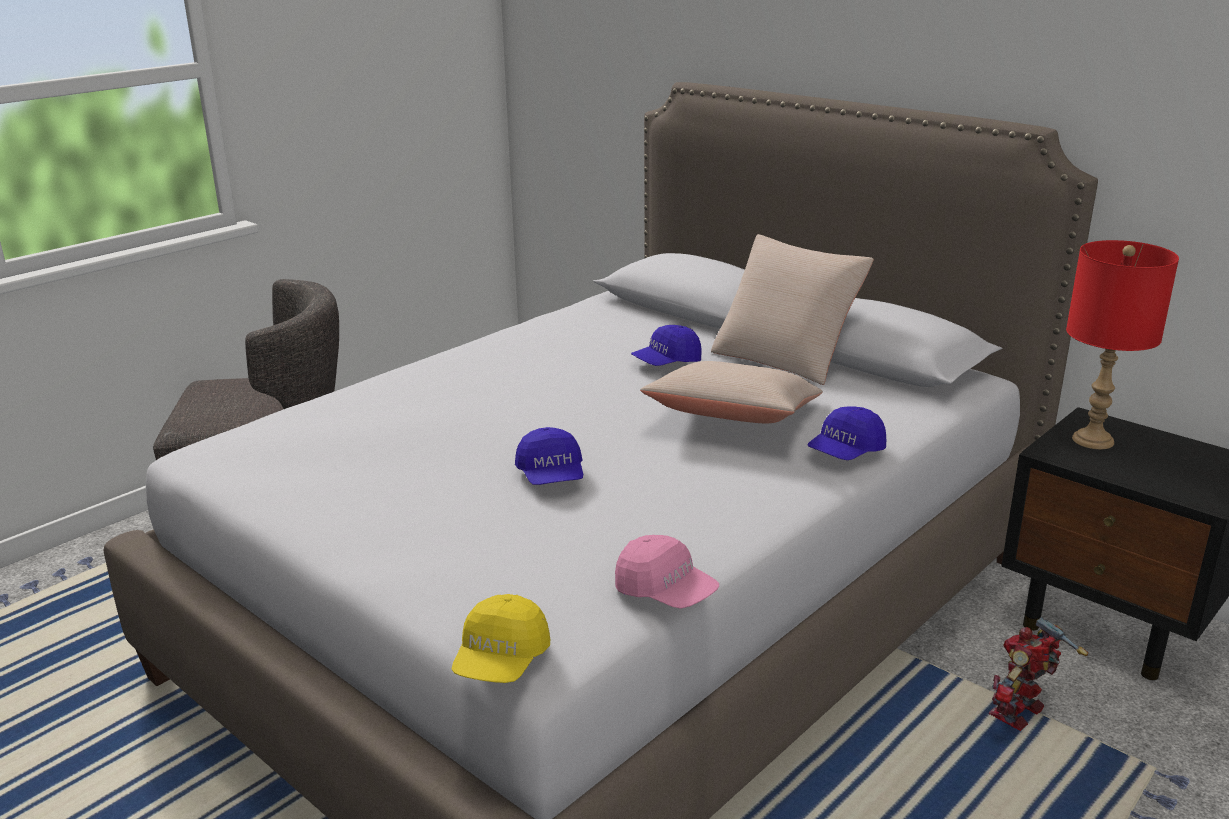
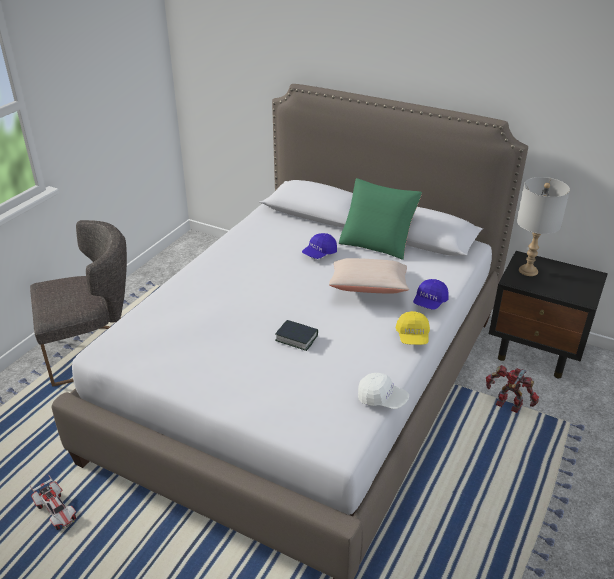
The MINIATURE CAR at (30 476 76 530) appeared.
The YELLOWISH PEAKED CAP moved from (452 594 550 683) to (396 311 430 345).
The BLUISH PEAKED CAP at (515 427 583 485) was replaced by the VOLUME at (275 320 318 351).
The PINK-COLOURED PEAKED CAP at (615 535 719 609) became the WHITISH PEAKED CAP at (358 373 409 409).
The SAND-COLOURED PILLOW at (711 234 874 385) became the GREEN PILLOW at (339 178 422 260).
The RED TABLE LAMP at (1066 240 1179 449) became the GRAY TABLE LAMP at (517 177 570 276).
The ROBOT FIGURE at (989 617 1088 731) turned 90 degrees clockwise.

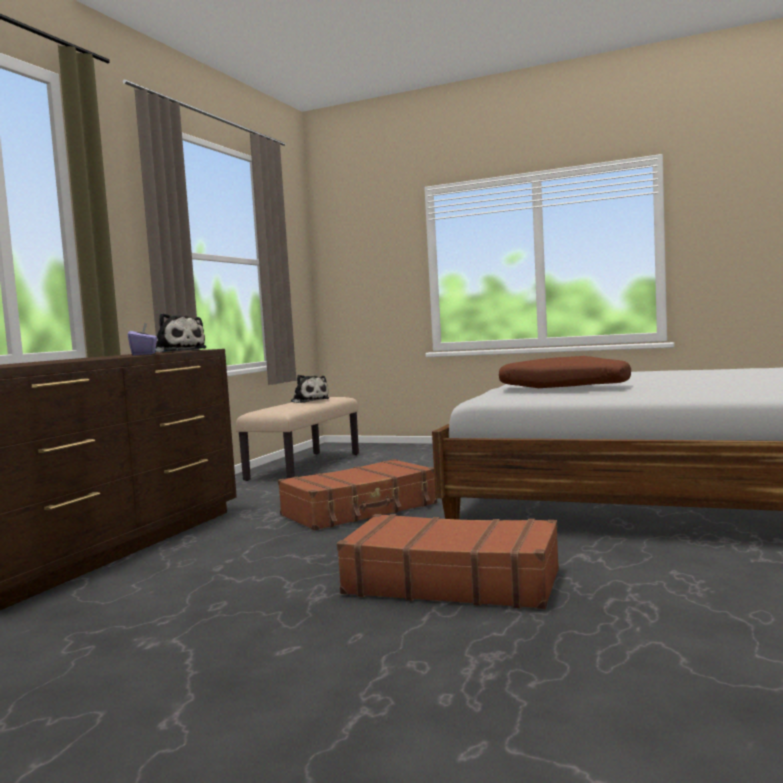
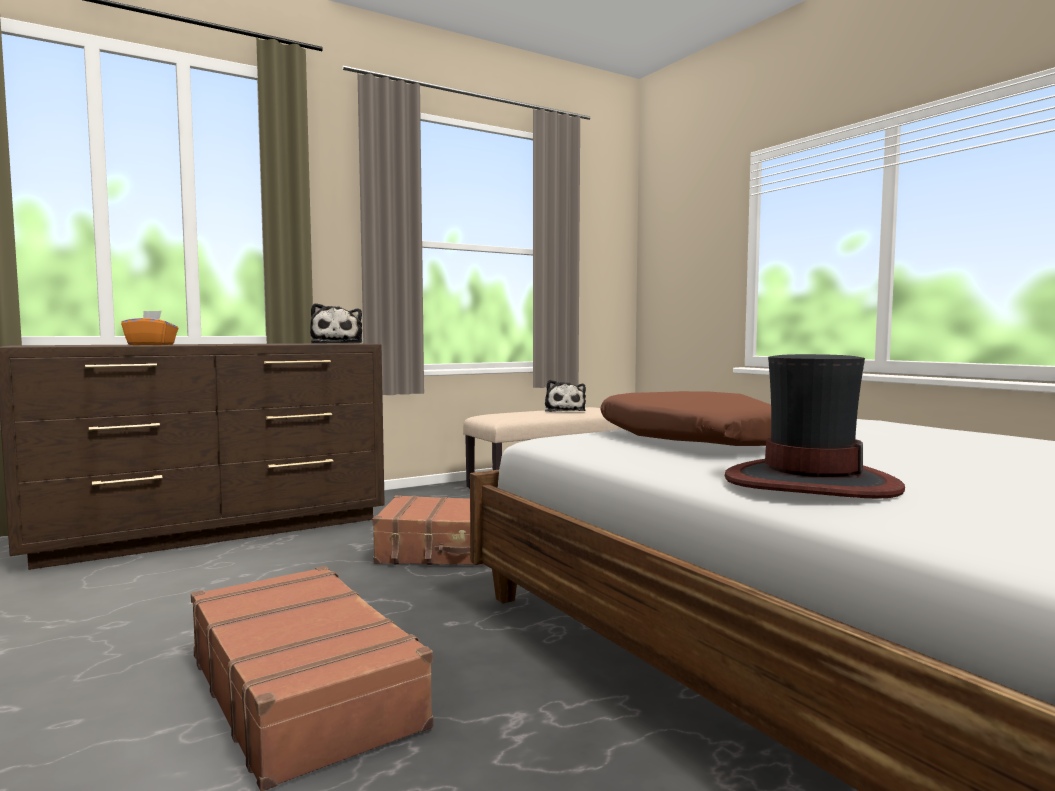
The PURPLISH TISSUE HOLDER at (128 323 157 355) disappeared.
The ORANGEY TISSUE HOLDER at (121 310 179 345) appeared.
The WEARABLE HAT at (725 354 905 499) appeared.

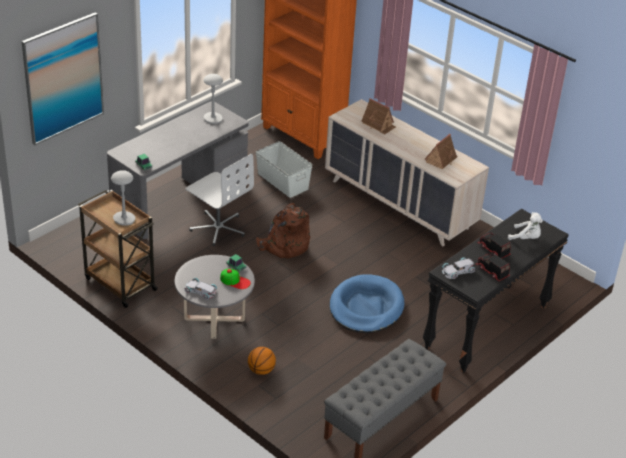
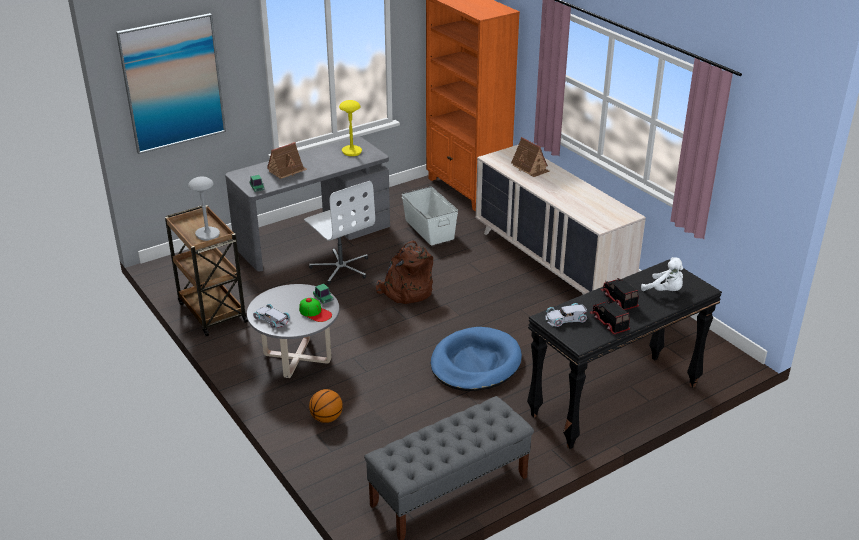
The MINIATURE HOUSE moved from (424 134 458 170) to (267 142 307 179).
The GRAY TABLE LAMP at (203 74 223 124) became the YELLOWISH TABLE LAMP at (339 100 362 156).

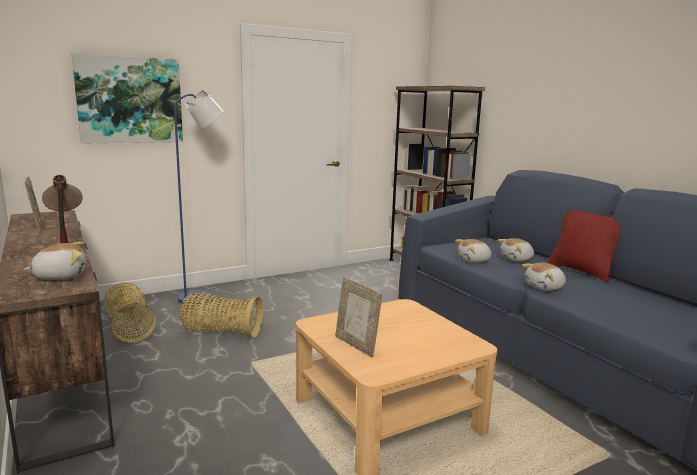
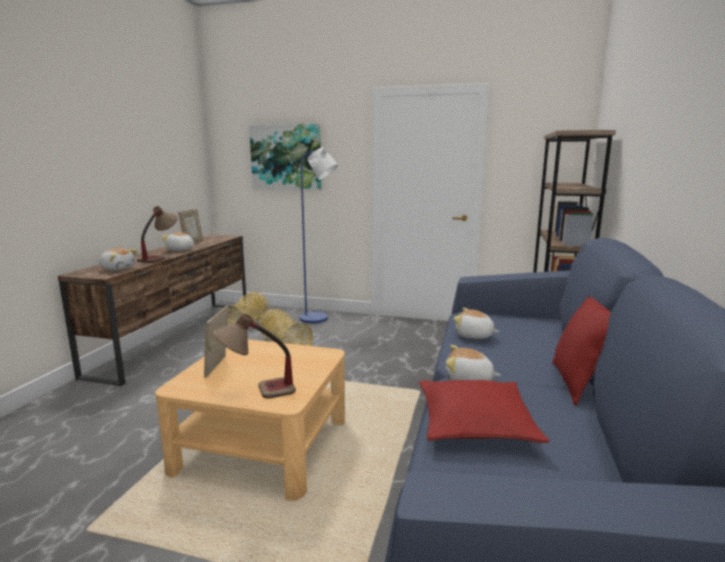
The TABLE LAMP at (212 313 296 399) appeared.
The RED PILLOW at (419 380 549 443) appeared.
The PLUSH TOY moved from (497 238 534 262) to (161 232 194 251).

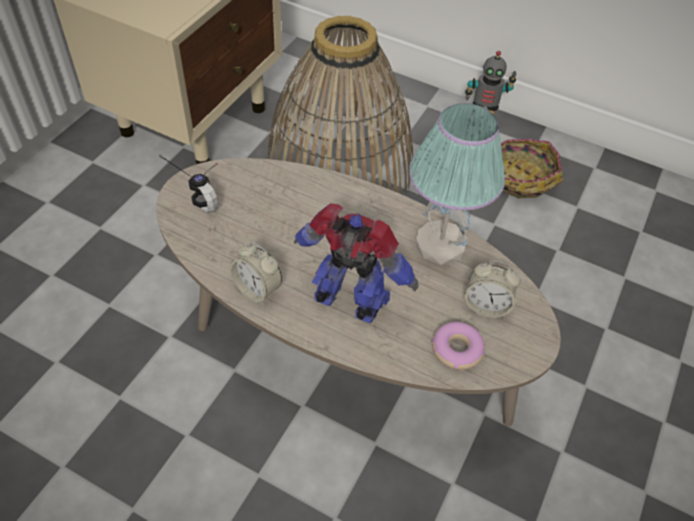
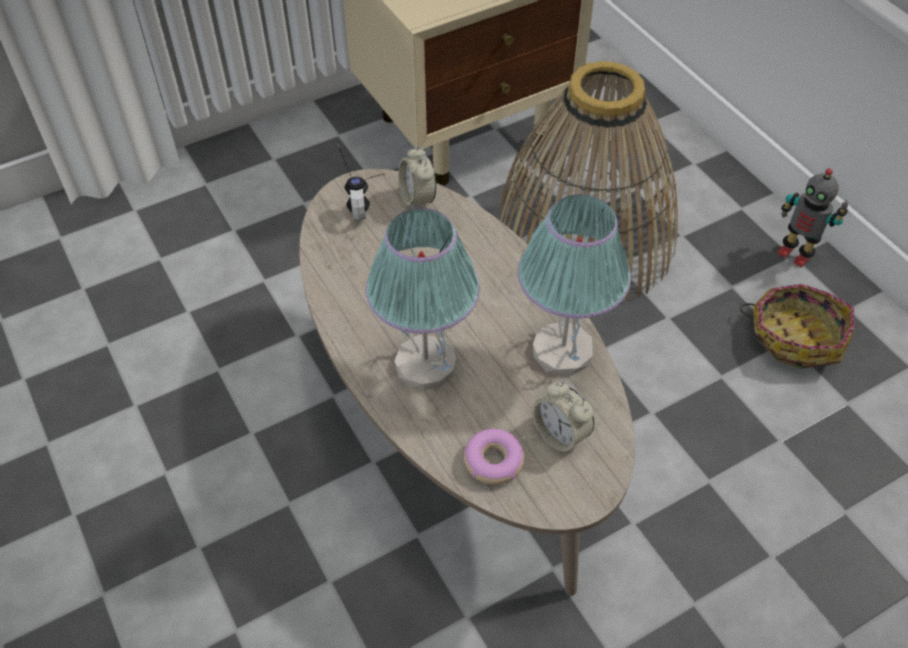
The BEDSIDE CLOCK moved from (230 242 282 304) to (398 145 436 209).
The ROBOT FIGURE at (294 203 418 323) was replaced by the TABLE LAMP at (366 208 480 390).

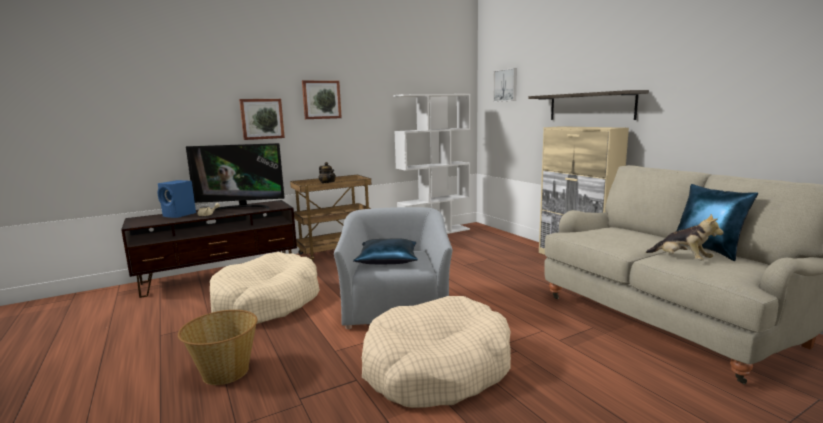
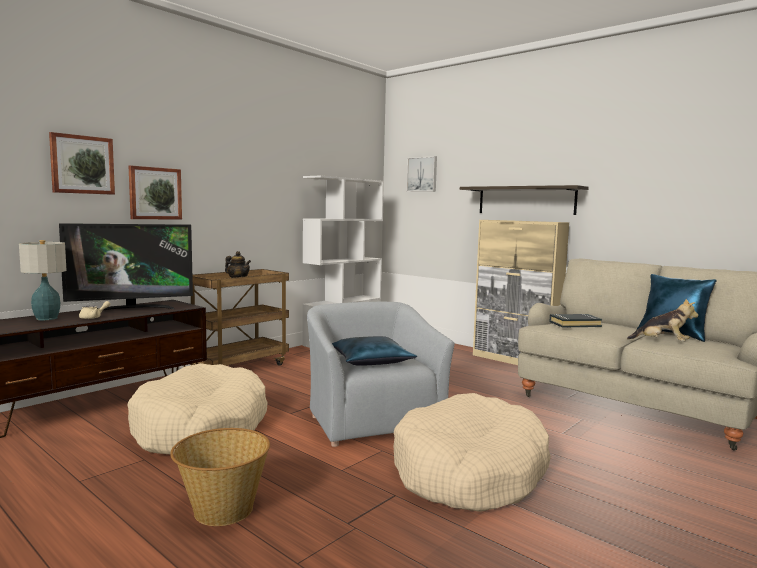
The BLACK VOLUME at (549 314 602 328) appeared.
The WALL ART moved from (302 80 342 119) to (49 132 115 195).
The BLUISH SPEAKER at (157 180 196 218) was replaced by the TABLE LAMP at (19 240 66 320).

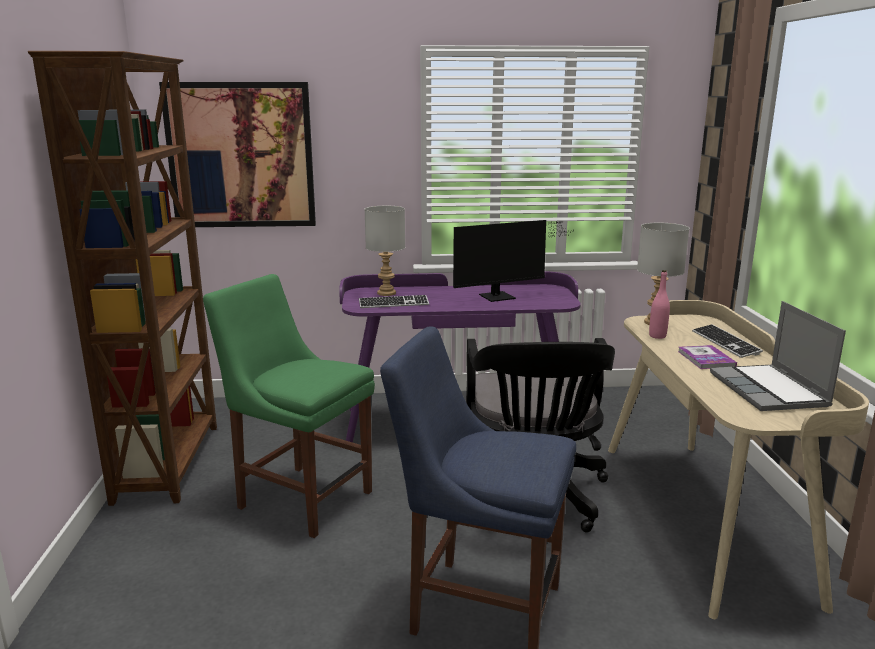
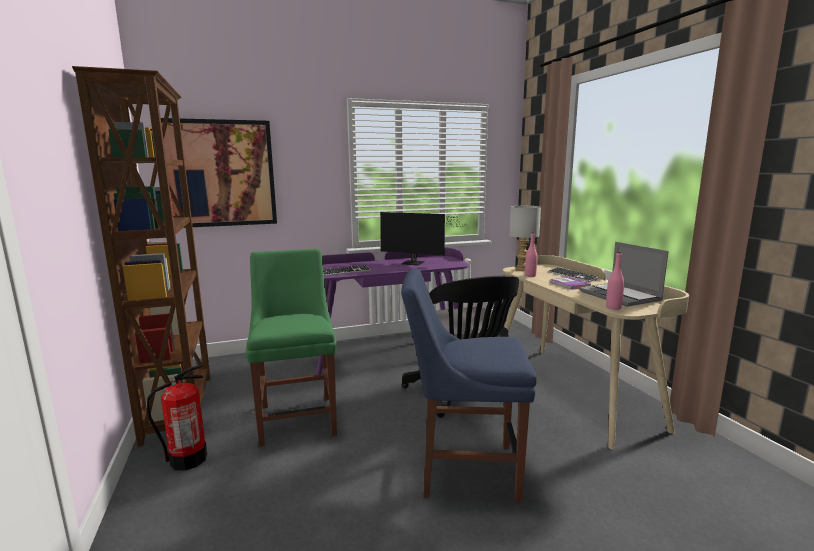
The GRAY TABLE LAMP at (365 206 405 296) disappeared.
The FIRE EXTINGUISHER at (147 365 207 470) appeared.
The PINK-COLOURED DRINK BOTTLE at (606 252 624 310) appeared.
The GREEN UPRIGHT CHAIR at (203 274 375 538) turned 60 degrees clockwise.
The MONITOR at (453 220 571 302) turned 60 degrees clockwise.

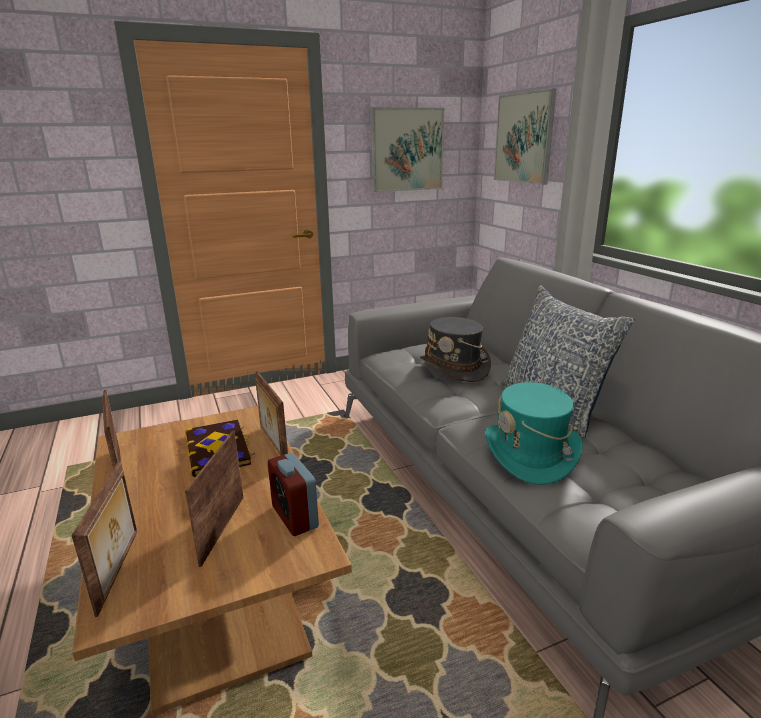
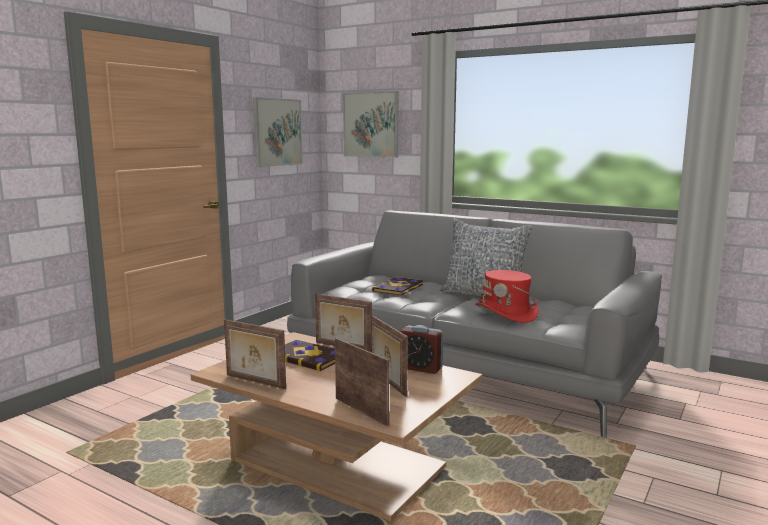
The GRAY WEARABLE HAT at (420 317 491 382) was replaced by the VOLUME at (372 277 423 296).
The BLUE-GREEN WEARABLE HAT at (485 382 583 485) became the RED WEARABLE HAT at (475 270 539 323).

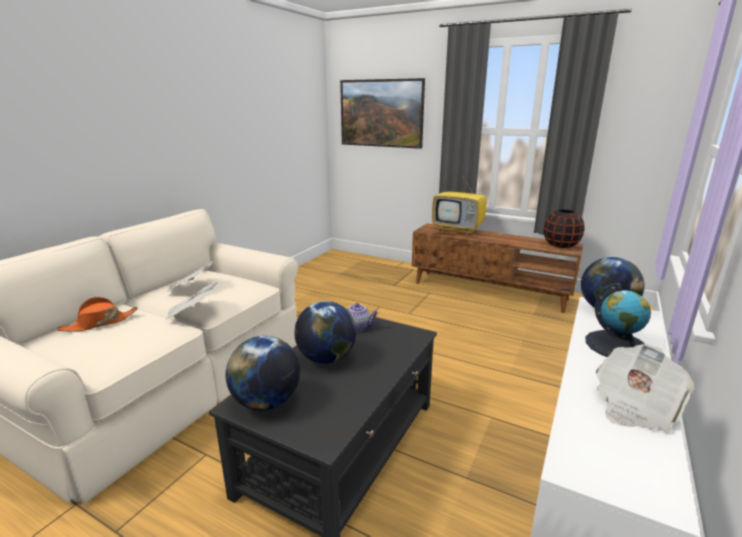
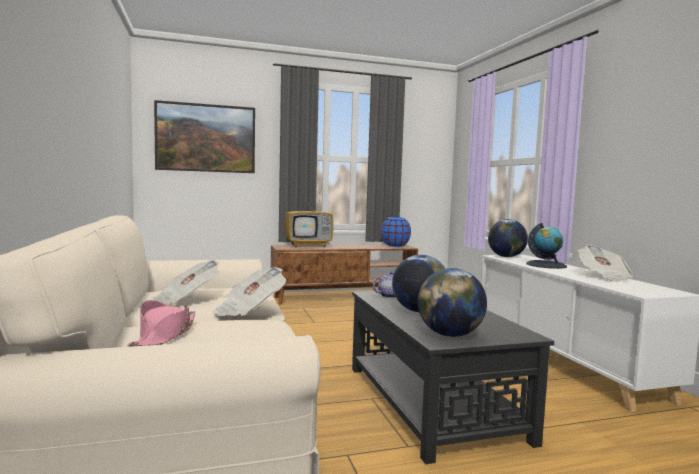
The ORANGEY WEARABLE HAT at (57 297 138 332) became the PINK-COLOURED WEARABLE HAT at (127 300 196 347).
The BLACK FLOWER VASE at (543 209 585 248) became the BLUISH FLOWER VASE at (381 217 411 247).

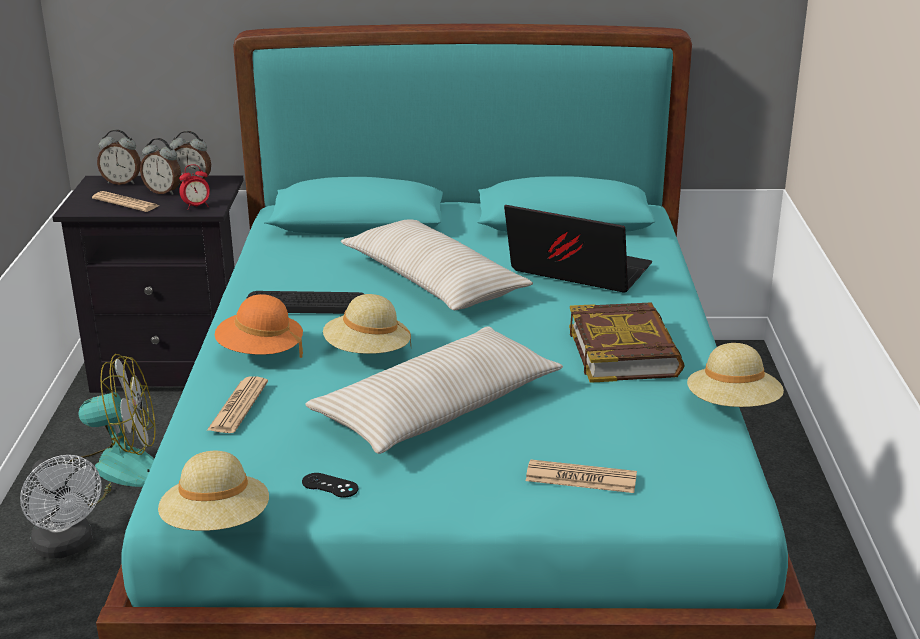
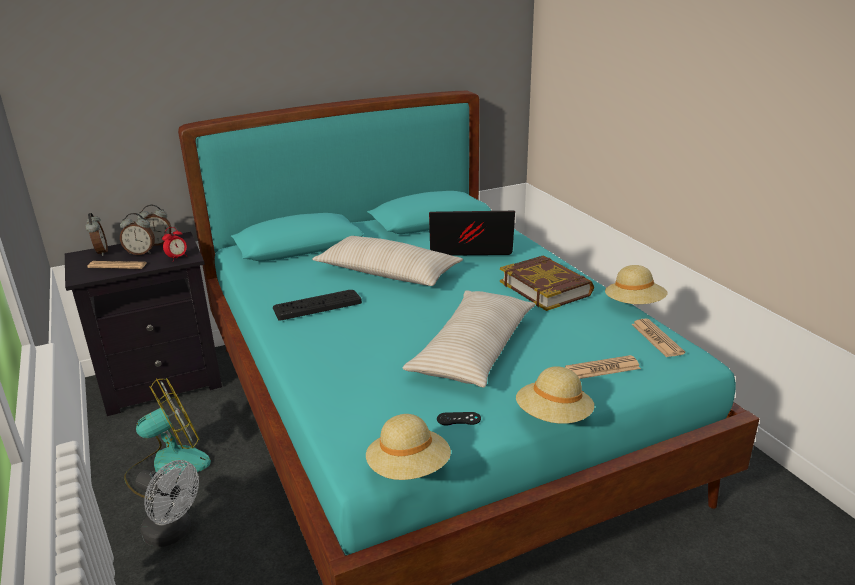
The ORANGEY WEARABLE HAT at (215 294 303 358) disappeared.
The PRINTED PAPER moved from (207 376 268 433) to (631 319 685 357).
The SAND-COLOURED WEARABLE HAT moved from (323 294 411 354) to (516 366 594 424).
The BEDSIDE CLOCK at (97 129 141 185) turned 90 degrees counterclockwise.

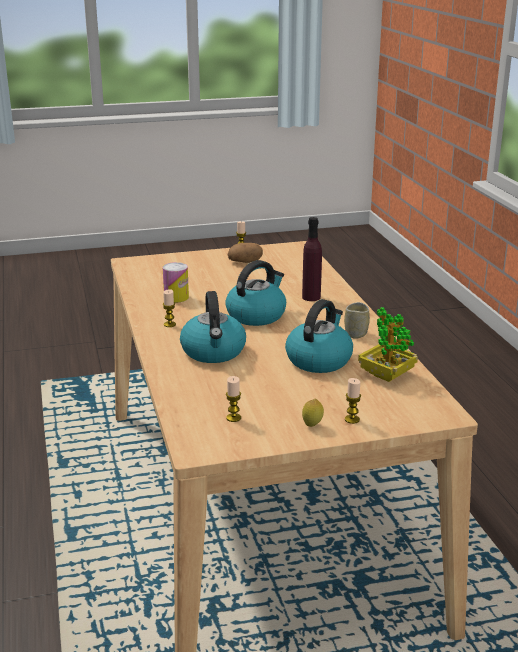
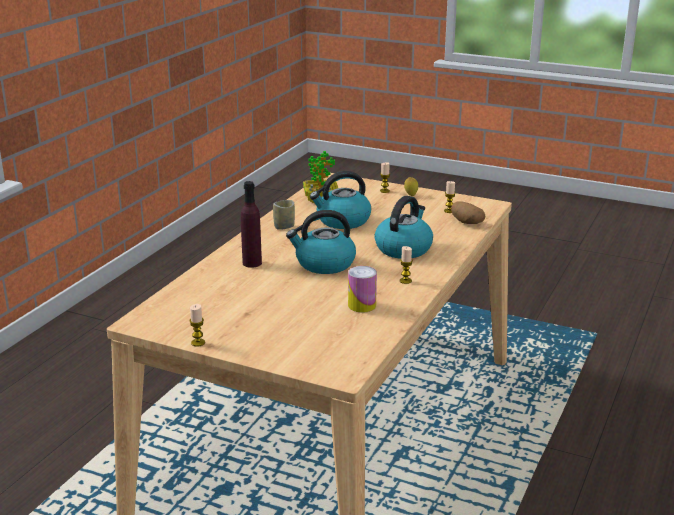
The POTATO moved from (227 243 263 263) to (451 201 486 224).

